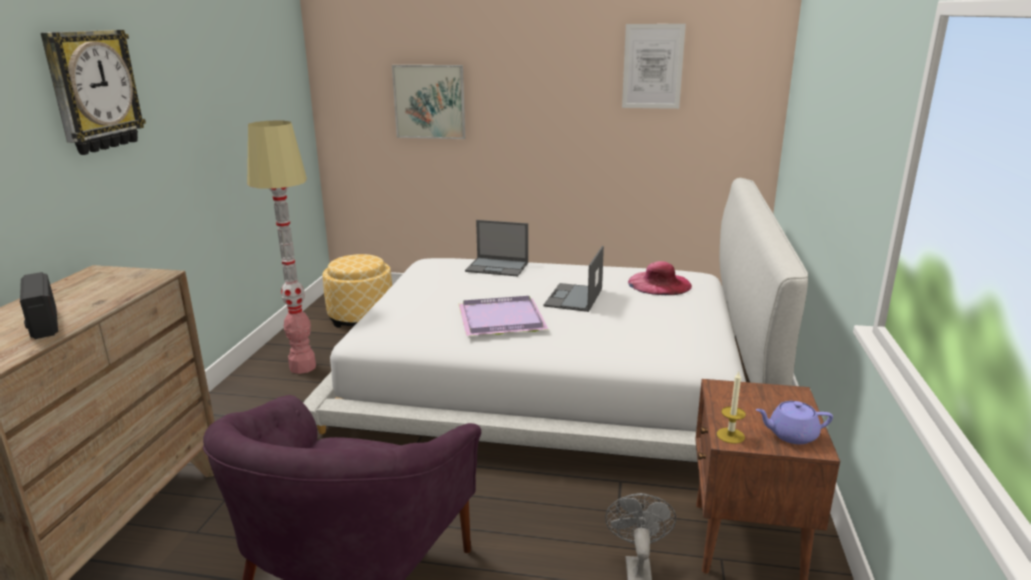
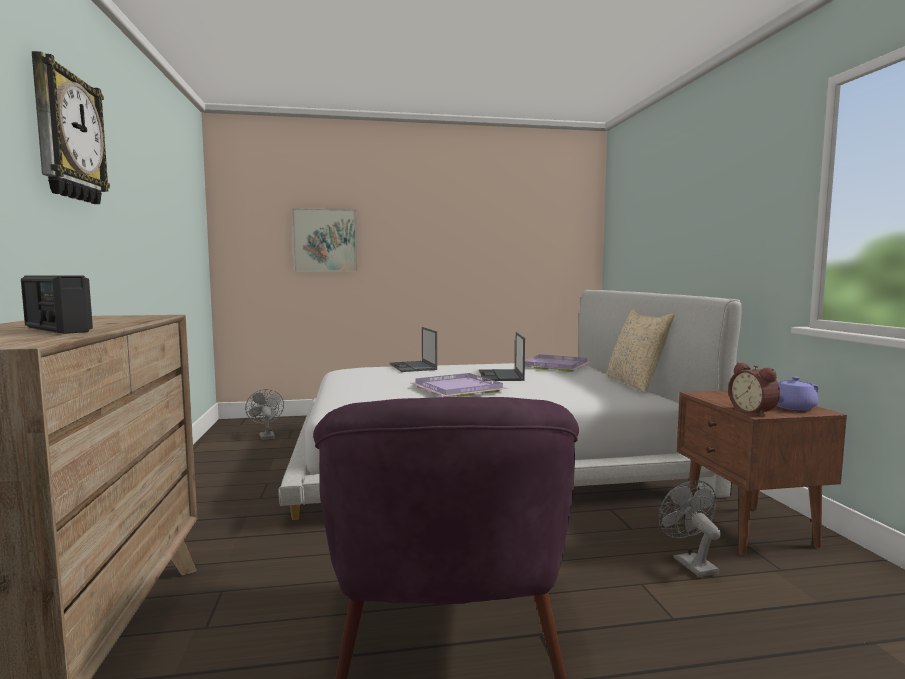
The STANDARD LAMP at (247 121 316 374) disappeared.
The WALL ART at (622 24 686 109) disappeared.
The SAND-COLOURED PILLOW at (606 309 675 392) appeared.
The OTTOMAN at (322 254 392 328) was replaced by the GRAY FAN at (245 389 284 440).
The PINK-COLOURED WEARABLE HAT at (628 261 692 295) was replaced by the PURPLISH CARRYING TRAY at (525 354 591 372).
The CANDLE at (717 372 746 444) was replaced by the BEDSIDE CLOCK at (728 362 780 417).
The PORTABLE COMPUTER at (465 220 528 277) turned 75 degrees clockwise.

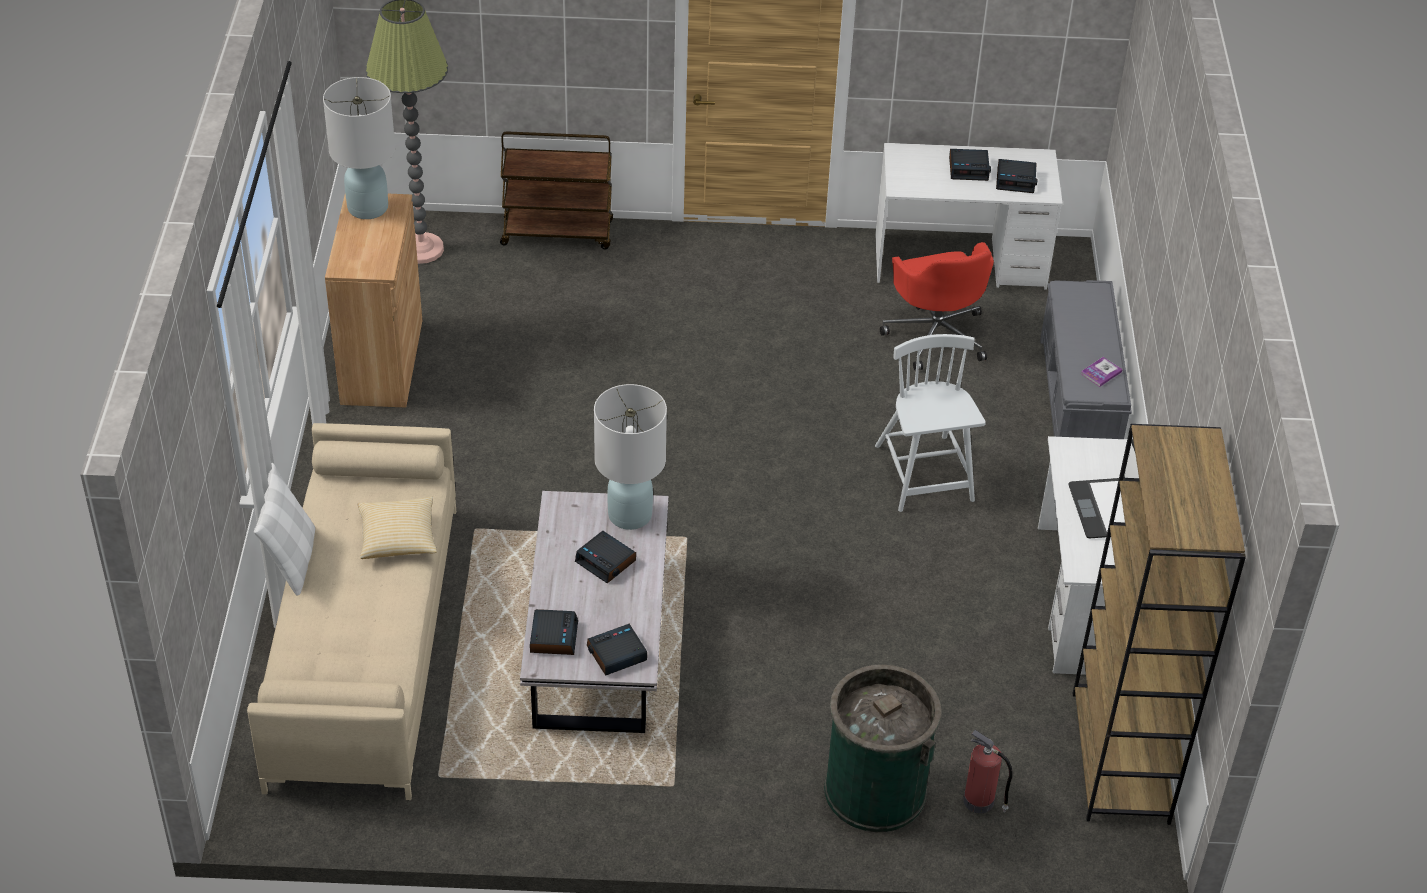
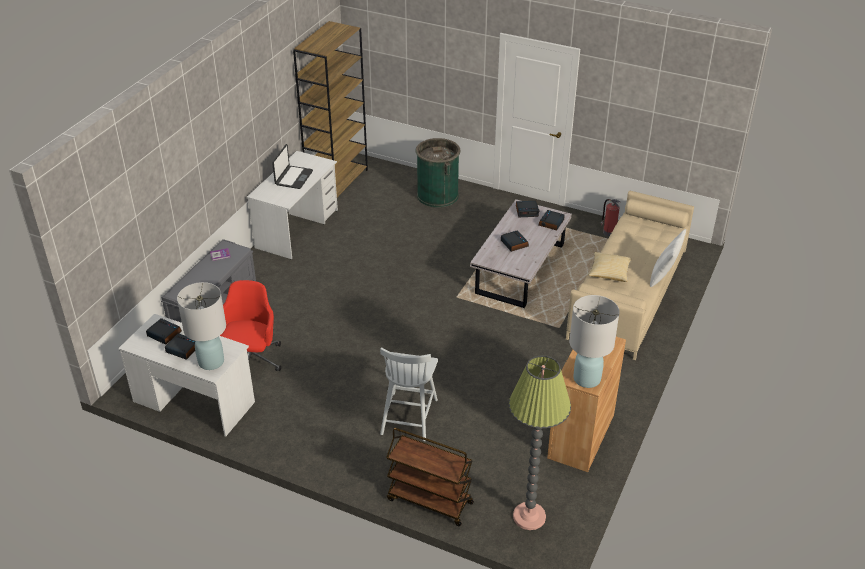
The WHITISH TABLE LAMP moved from (594 384 667 530) to (177 282 226 370).
The WHITISH UPRIGHT CHAIR moved from (875 334 986 512) to (380 347 438 441).
The FIRE EXTINGUISHER moved from (963 730 1013 813) to (601 199 620 236).

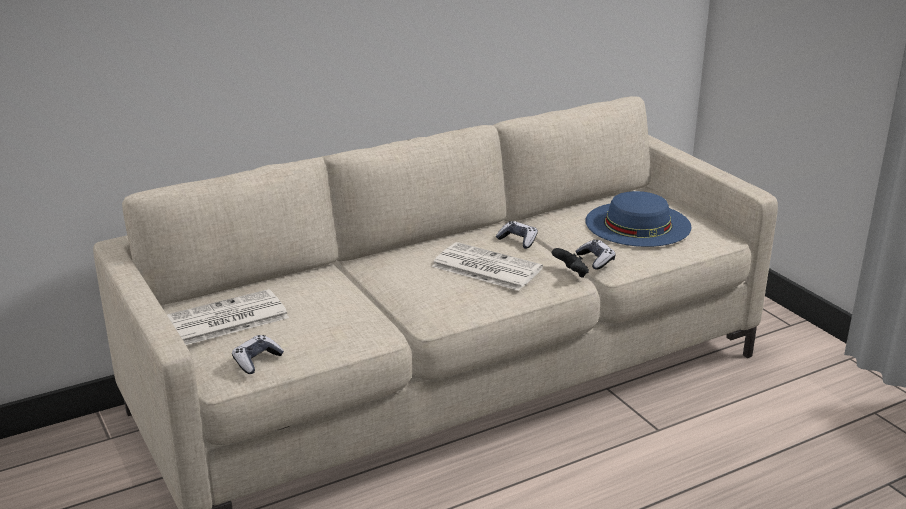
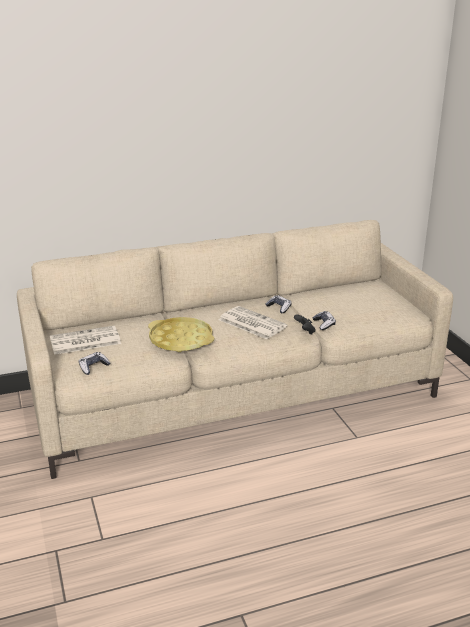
The BLUISH WEARABLE HAT at (585 191 692 247) disappeared.
The YELLOWISH CARRYING TRAY at (148 317 214 352) appeared.

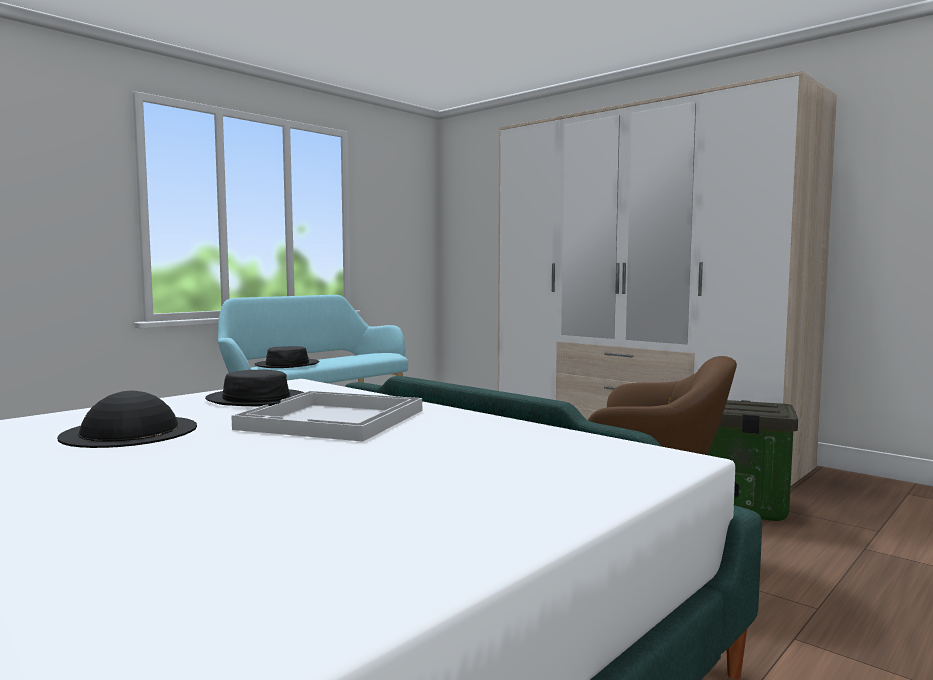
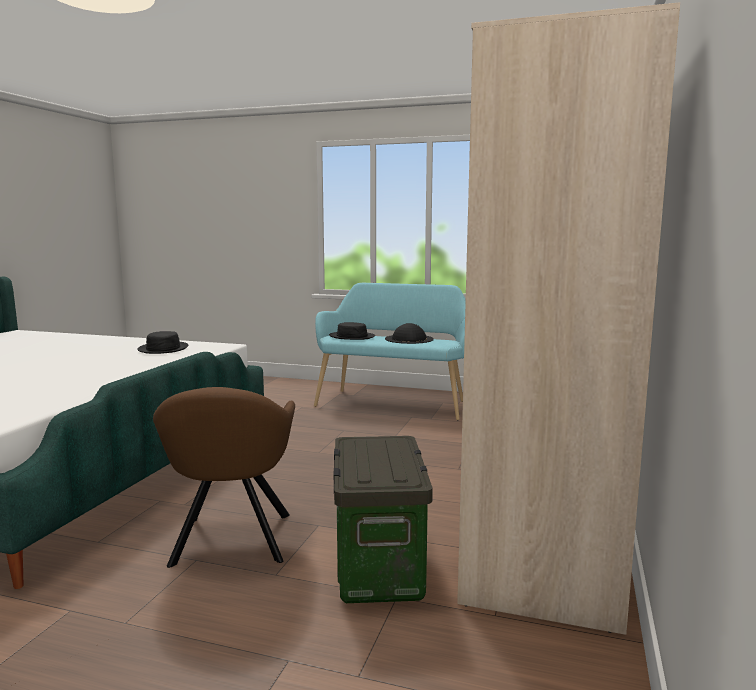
The WHITISH CARRYING TRAY at (231 391 422 442) disappeared.
The BLACK WEARABLE HAT moved from (57 391 197 448) to (385 323 434 344).

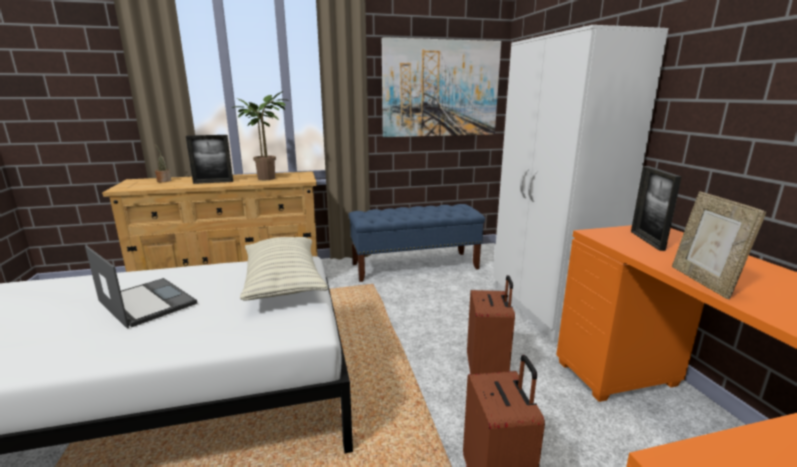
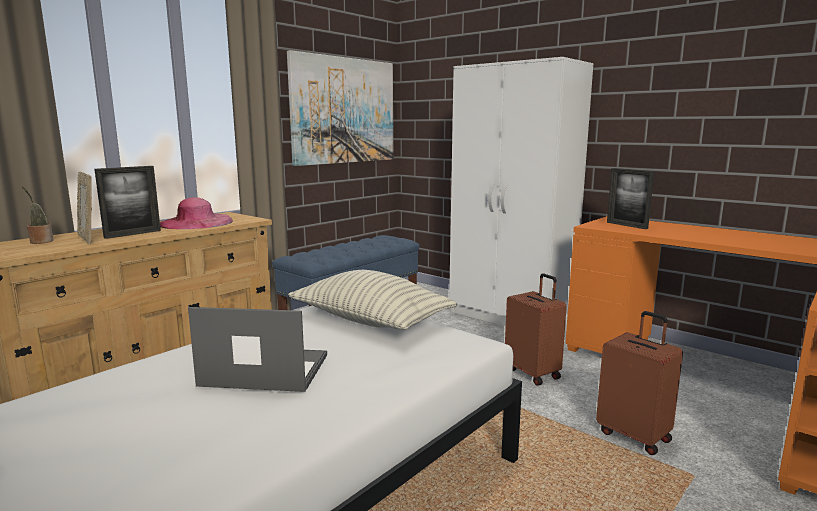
The PICTURE FRAME moved from (672 191 766 299) to (77 172 92 244).
The PLANT IN A POT at (231 91 290 180) was replaced by the PINK-COLOURED WEARABLE HAT at (160 197 233 229).

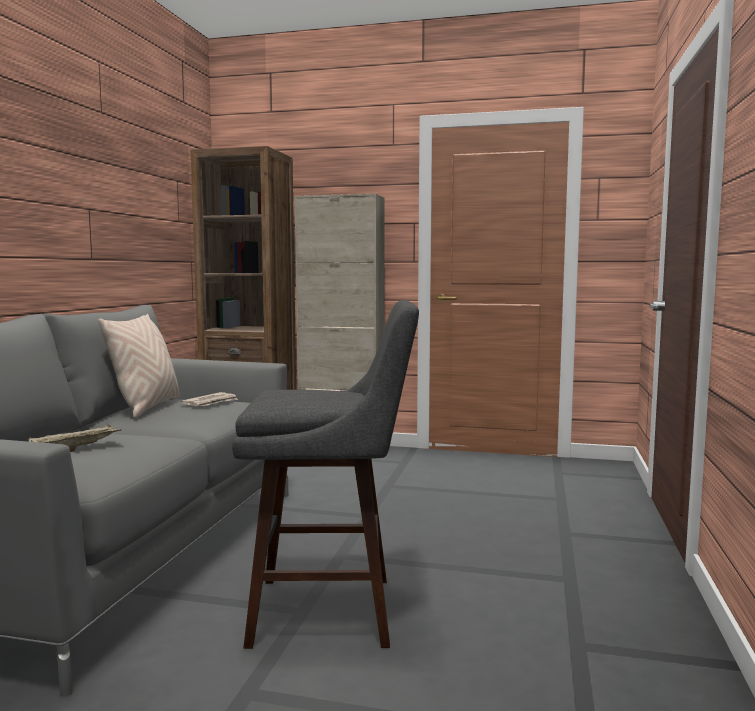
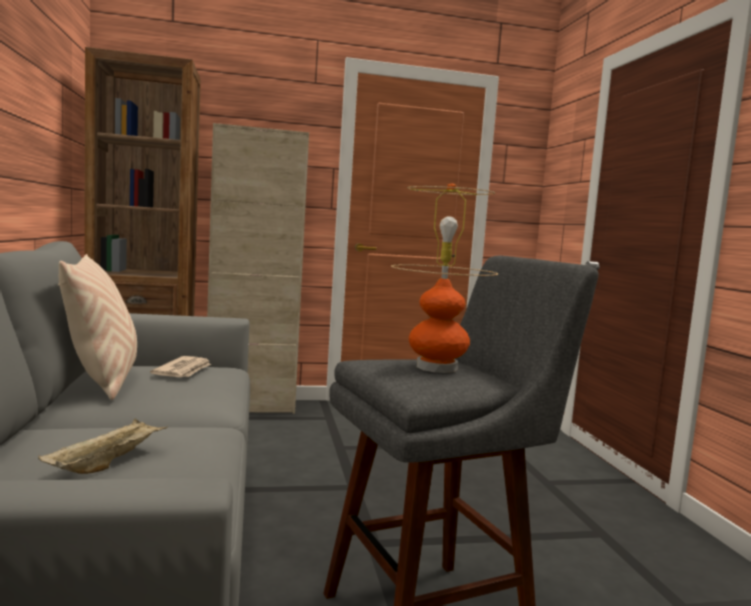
The TABLE LAMP at (391 183 498 373) appeared.

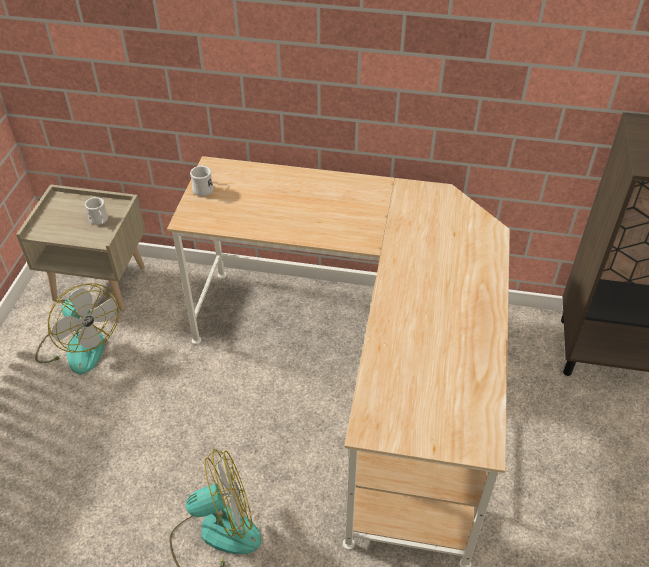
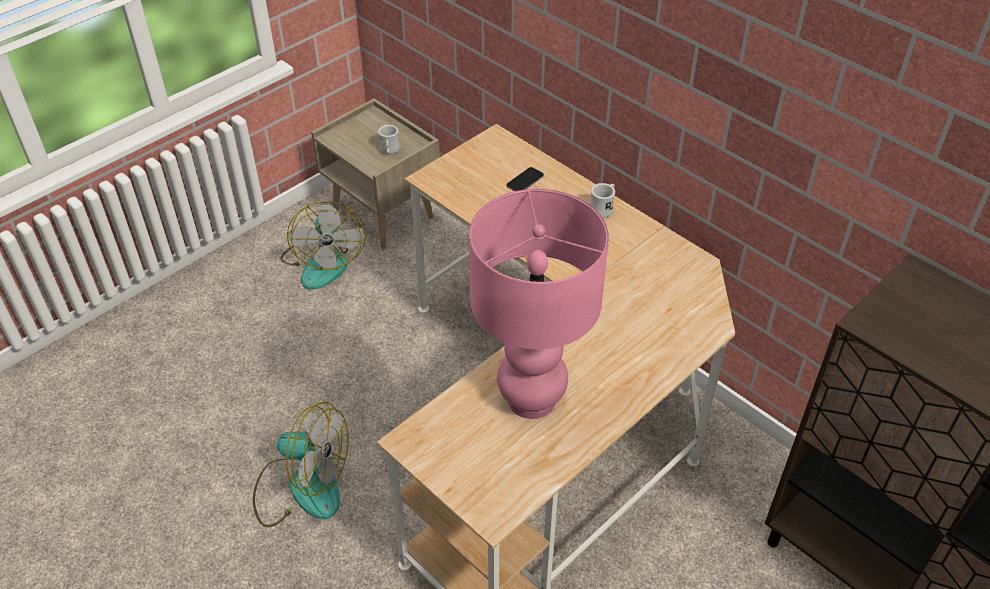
The PINK-COLOURED TABLE LAMP at (469 189 609 419) appeared.
The PHONE at (507 167 544 191) appeared.
The WHITISH MUG moved from (190 164 214 196) to (590 183 615 218).

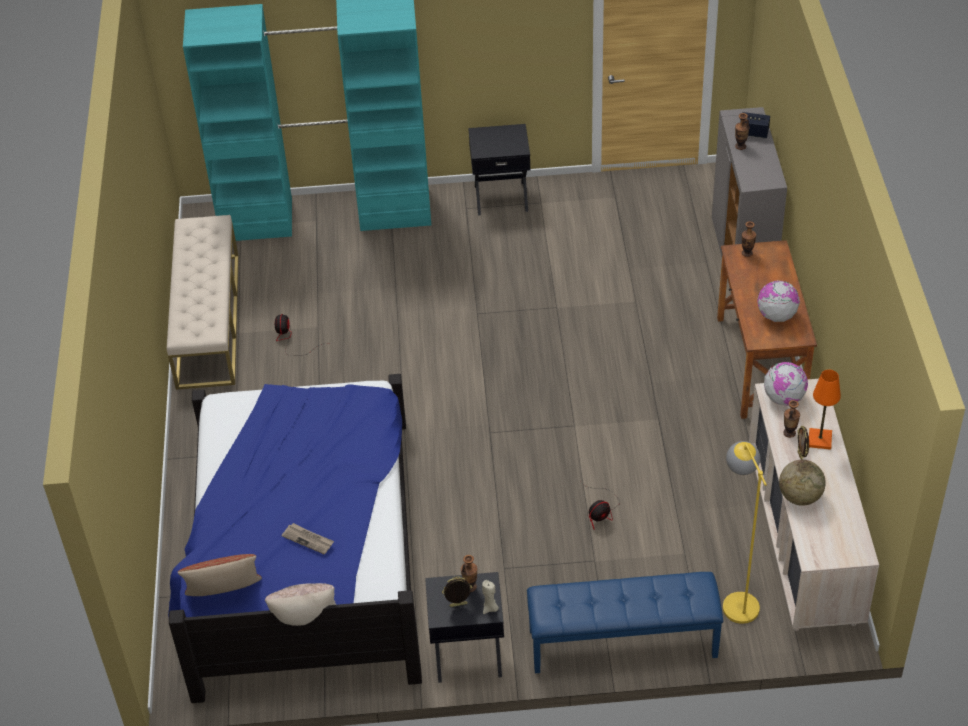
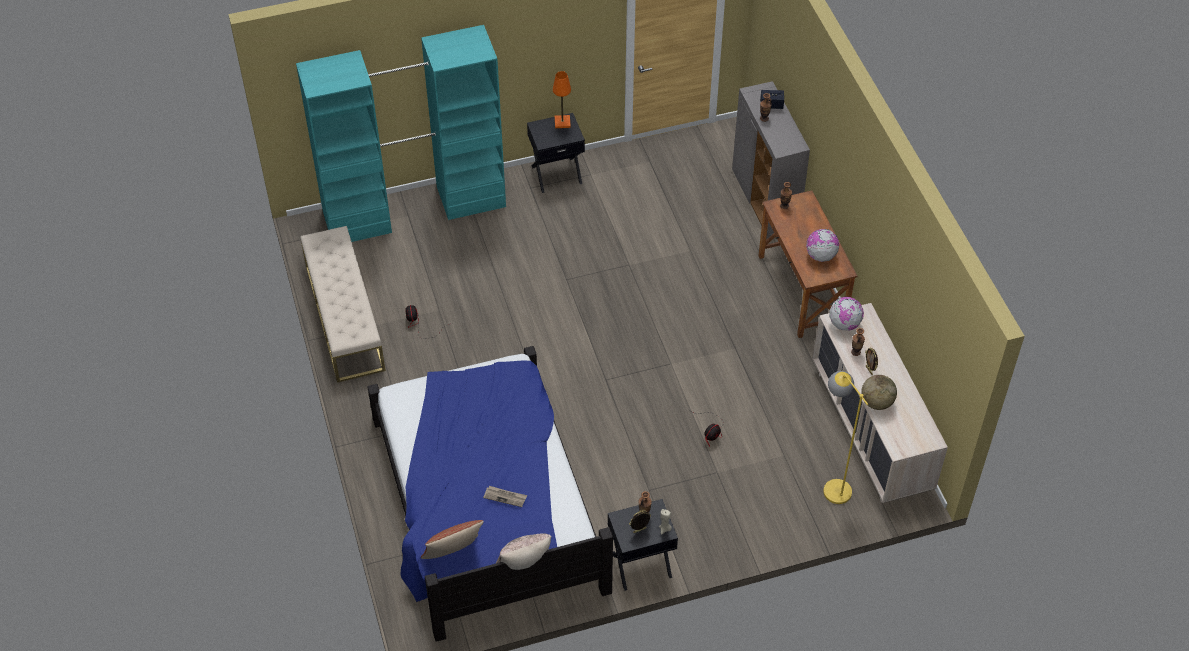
The BLUISH INDOOR BENCH at (527 572 723 673) disappeared.
The ORANGEY TABLE LAMP moved from (809 370 841 450) to (553 71 571 128).

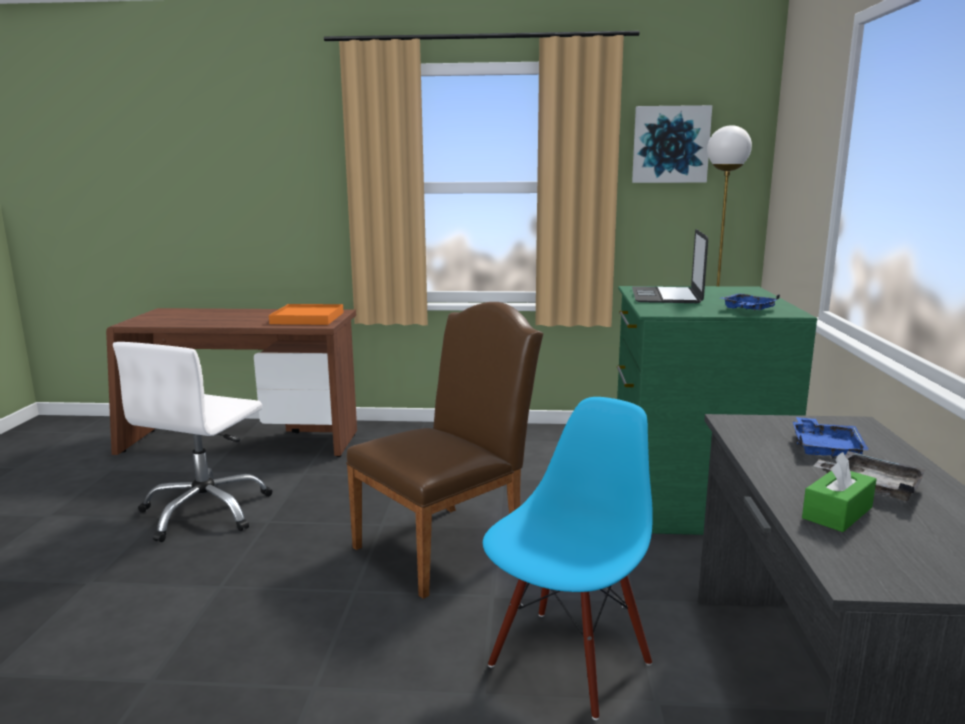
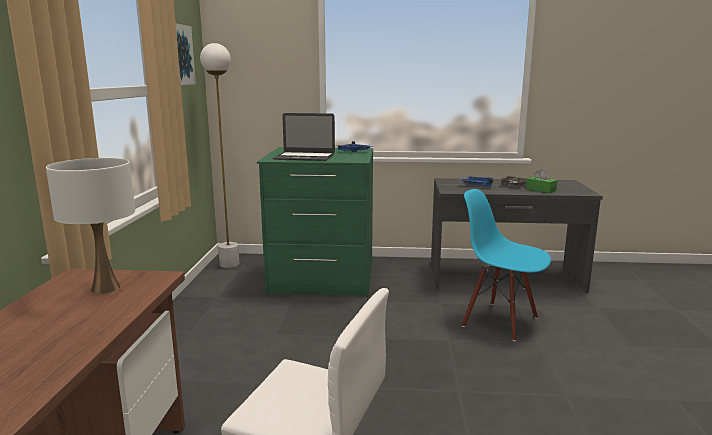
The BROWN UPRIGHT CHAIR at (346 302 543 599) disappeared.
The ORANGEY CARRYING TRAY at (269 304 344 325) was replaced by the WHITISH TABLE LAMP at (46 158 135 294).

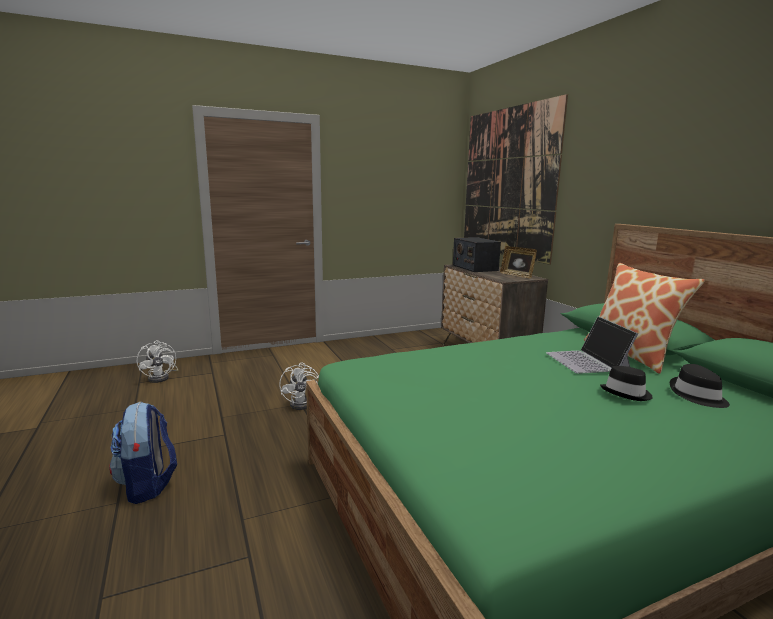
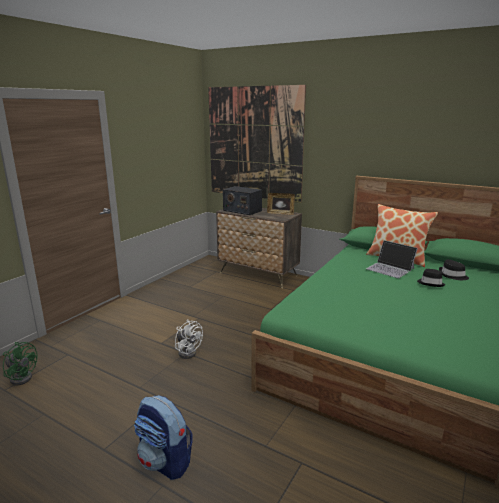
The WHITISH FAN at (137 340 178 383) became the GREEN FAN at (3 342 38 386).

